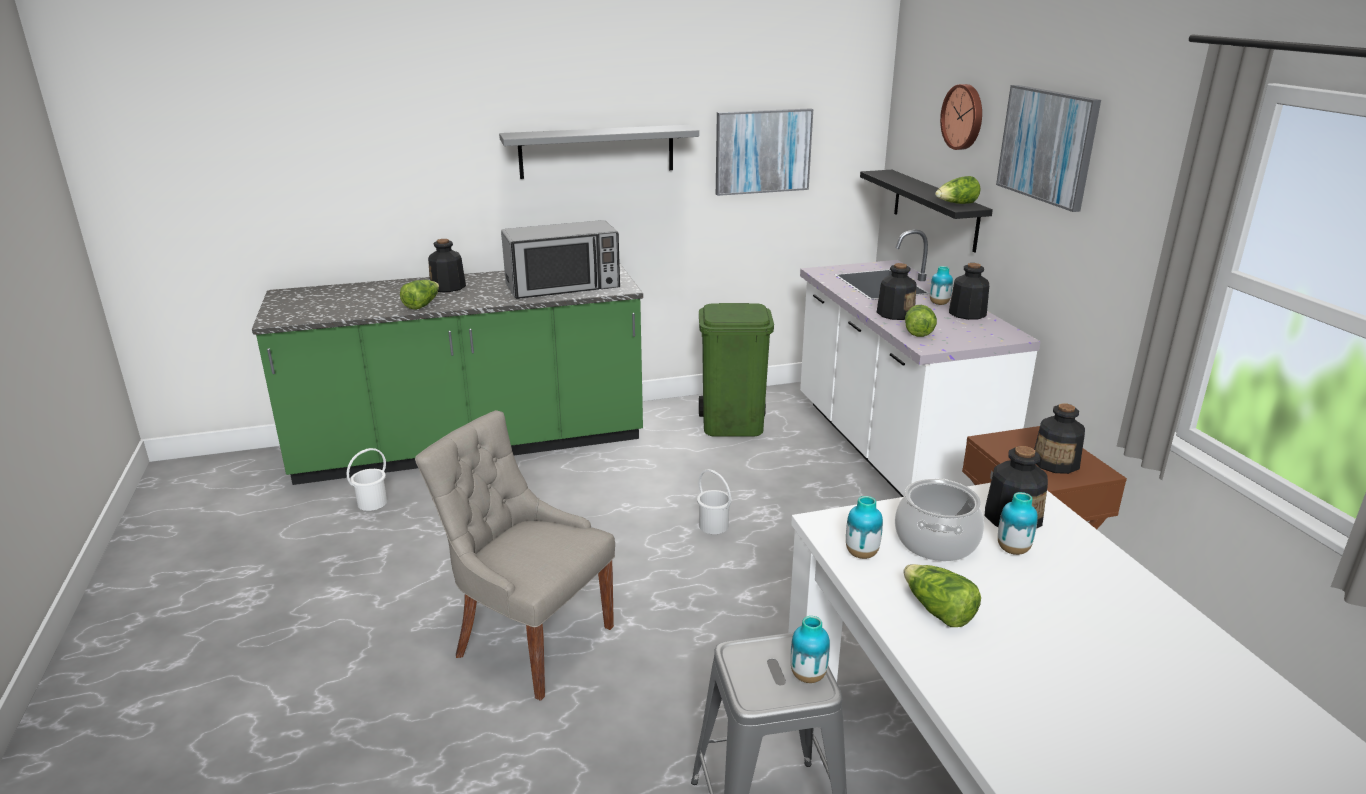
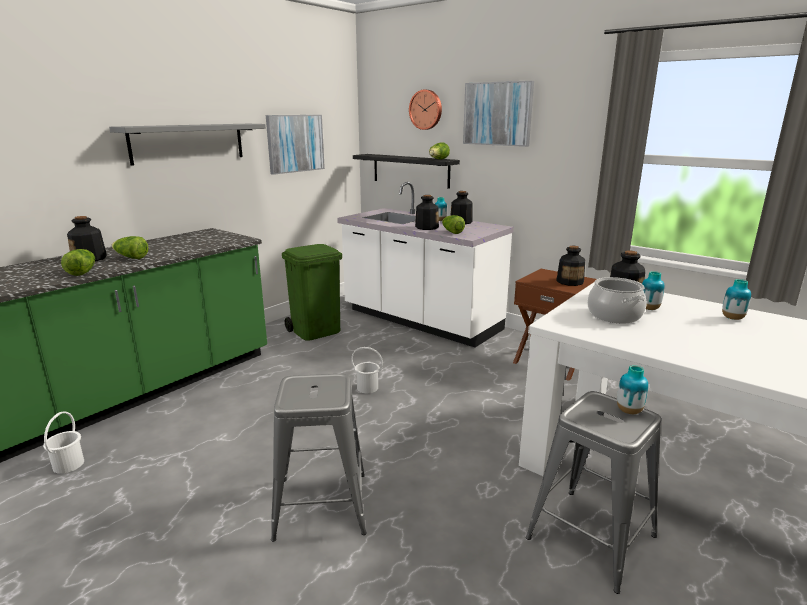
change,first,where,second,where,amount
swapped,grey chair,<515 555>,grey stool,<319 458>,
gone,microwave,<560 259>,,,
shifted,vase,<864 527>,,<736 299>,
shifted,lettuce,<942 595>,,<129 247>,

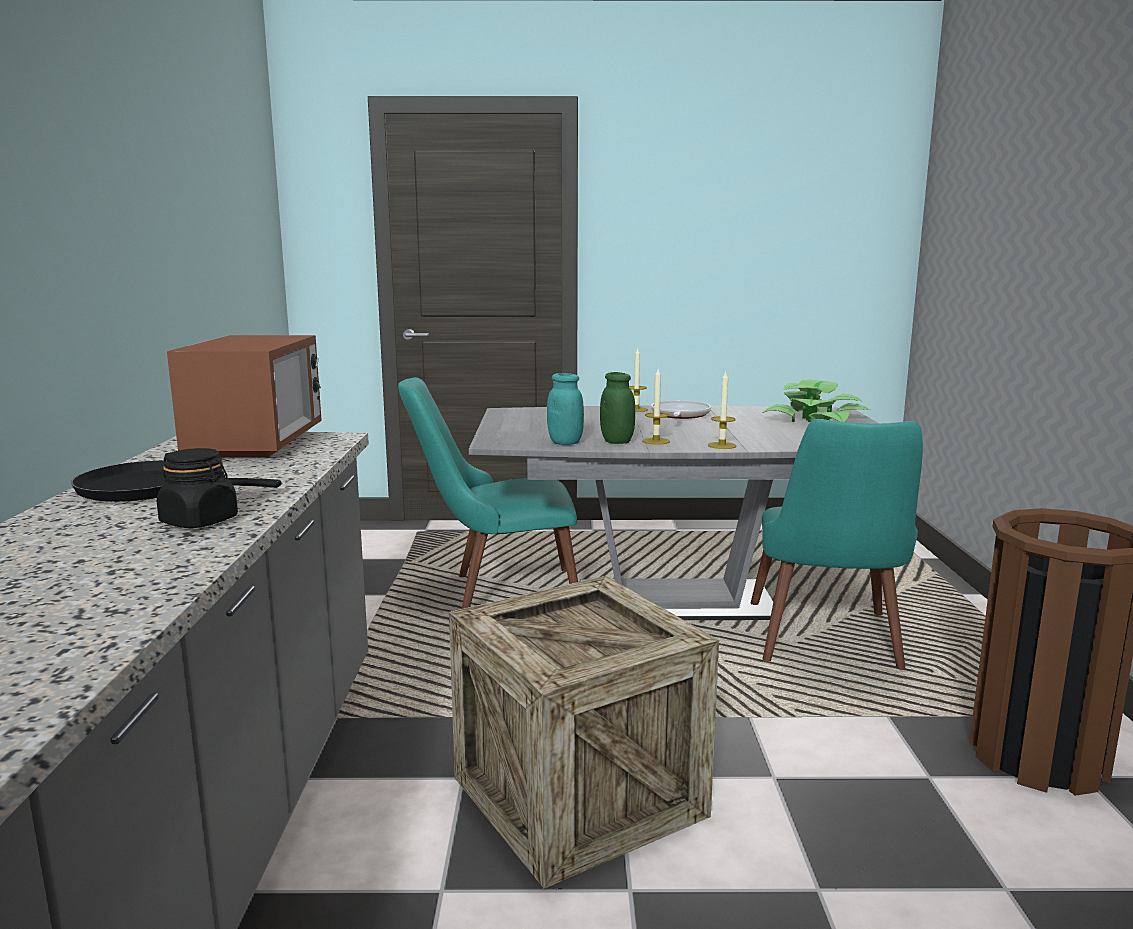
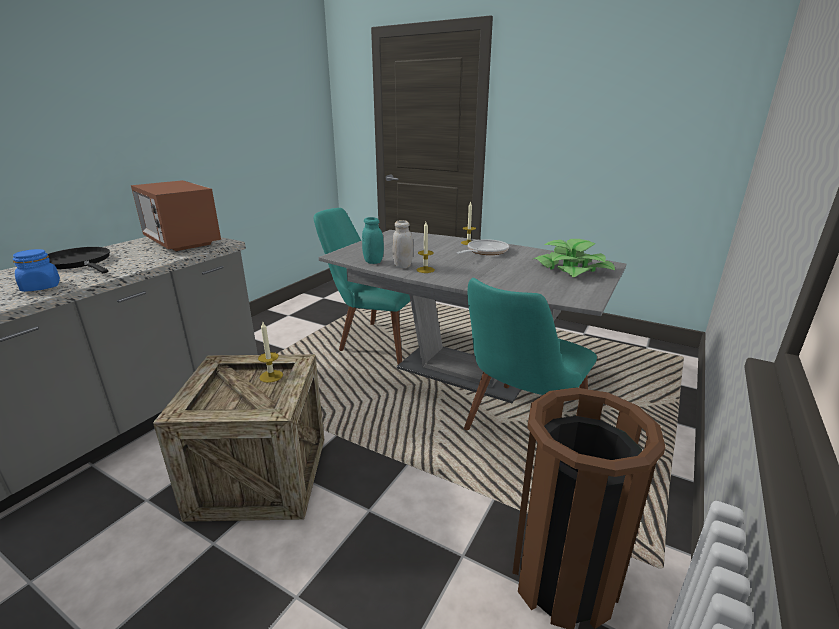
change,first,where,second,where,amount
repainted,black jar,<197 488>,blue jar,<36 270>,
rotated,microwave,<244 396>,,<176 215>,105 degrees clockwise
repainted,green jar,<617 408>,white jar,<402 244>,
shifted,candle,<722 409>,,<270 352>,

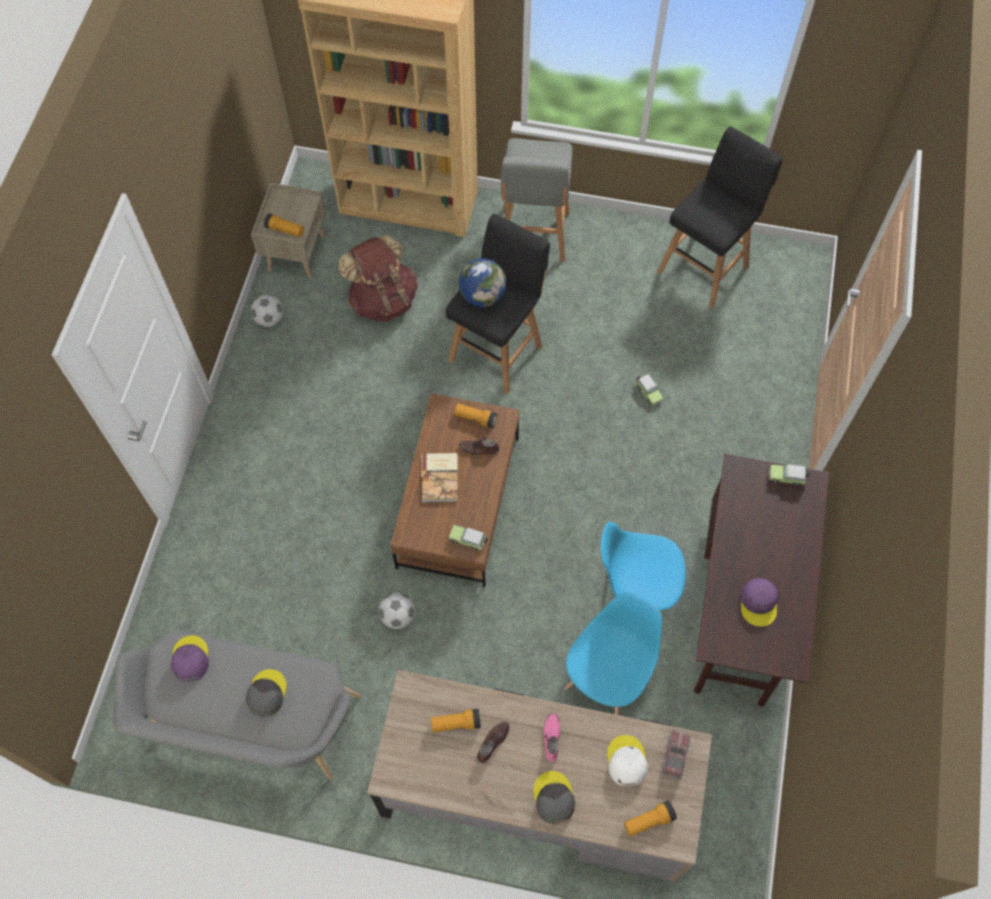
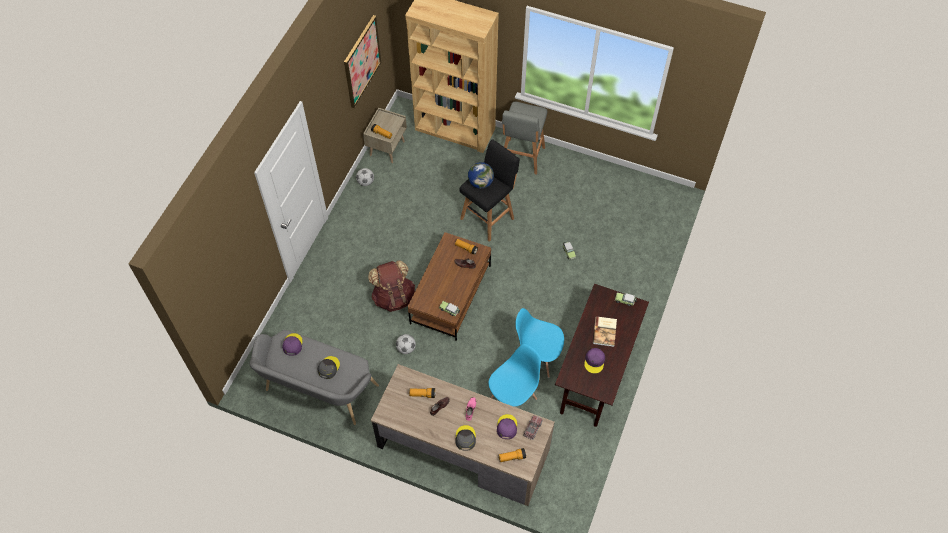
change,first,where,second,where,amount
shifted,brown backpack,<378 278>,,<391 286>,
shifted,book,<439 477>,,<605 331>,
repainted,white cap,<627 760>,purple cap,<507 426>,
gone,black stool,<720 217>,,,
new,,,picture,<363 61>,

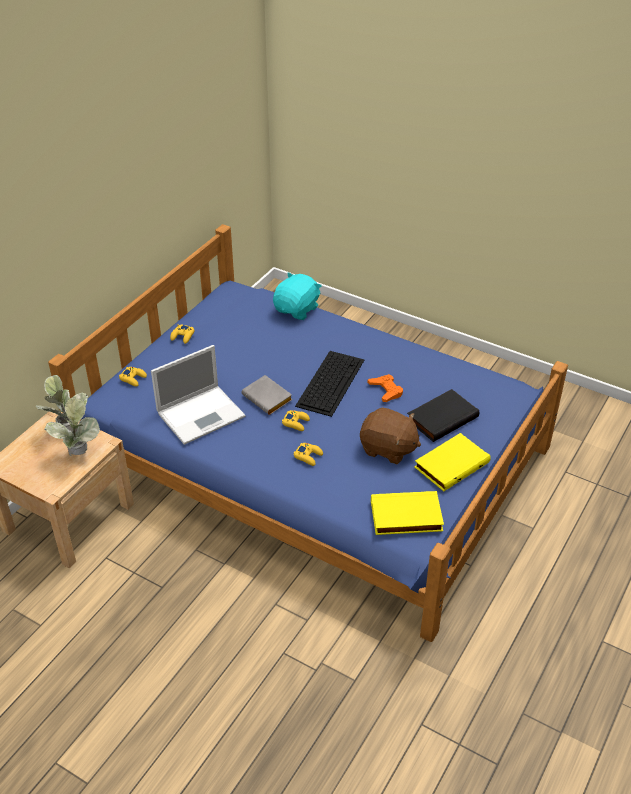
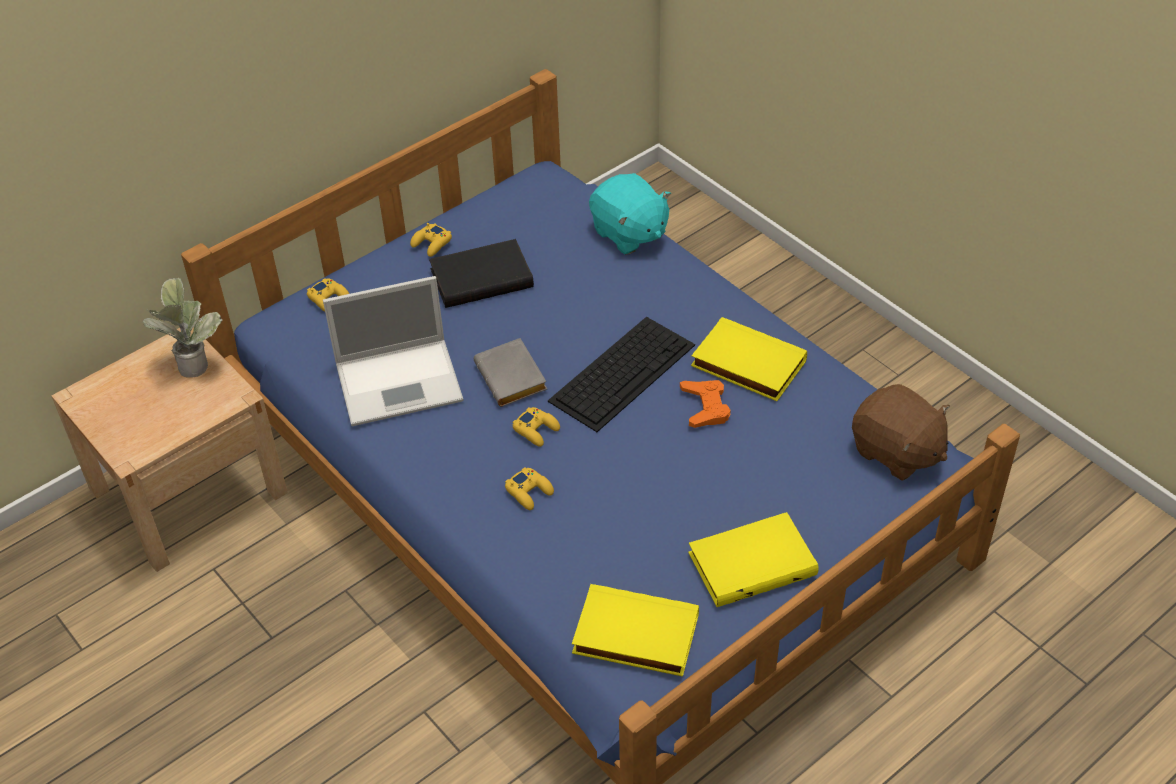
change,first,where,second,where,amount
gone,potted plant,<72 426>,,,
rotated,turquoise plush toy,<297 296>,,<630 214>,90 degrees clockwise
shifted,brown plush toy,<390 435>,,<901 432>,
shifted,black book,<443 415>,,<481 273>,
new,,,yellow book,<749 359>,

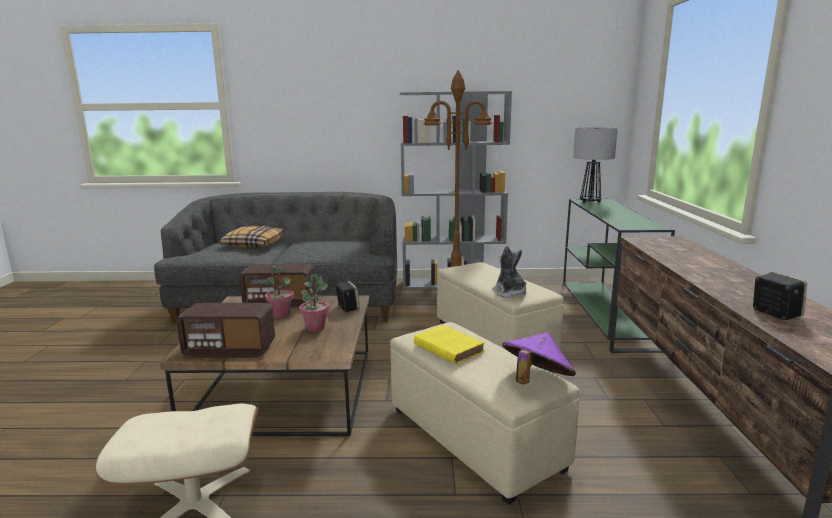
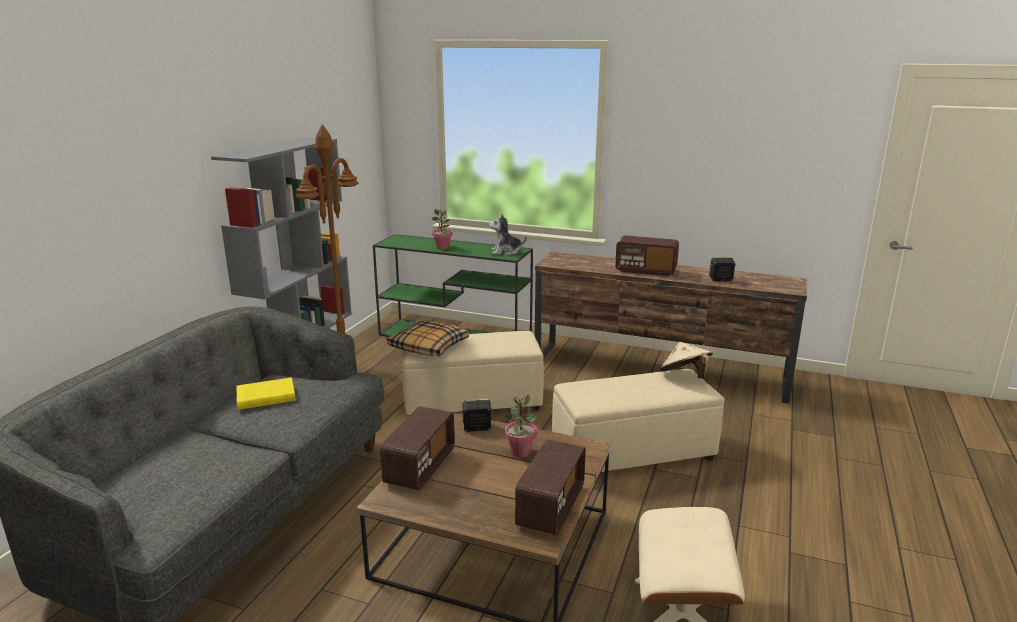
change,first,where,second,where,amount
shifted,pillow,<252 237>,,<428 338>,
shifted,potted plant,<279 291>,,<442 229>,
shifted,yellow book,<449 344>,,<266 393>,
shifted,plush toy,<509 272>,,<507 234>,
repainted,purple hat,<539 358>,beige hat,<686 360>,
gone,table lamp,<595 165>,,,
new,,,radio,<647 255>,

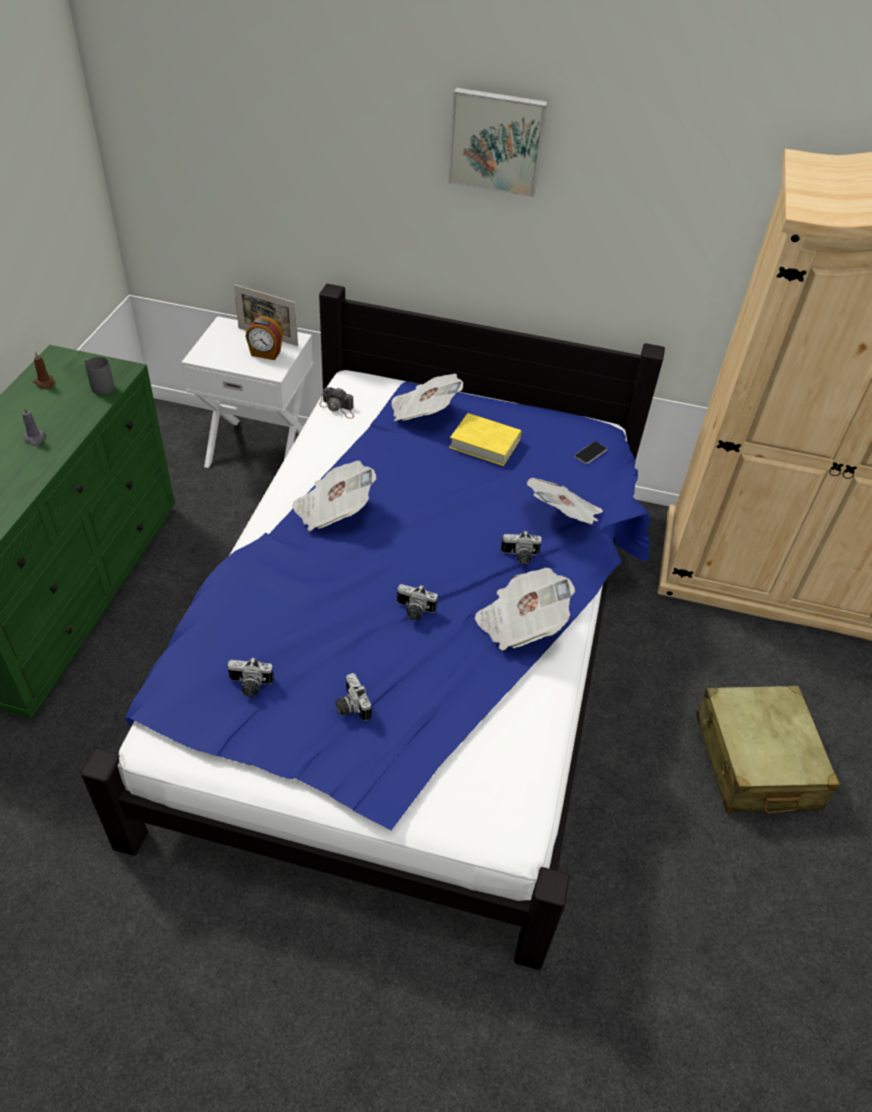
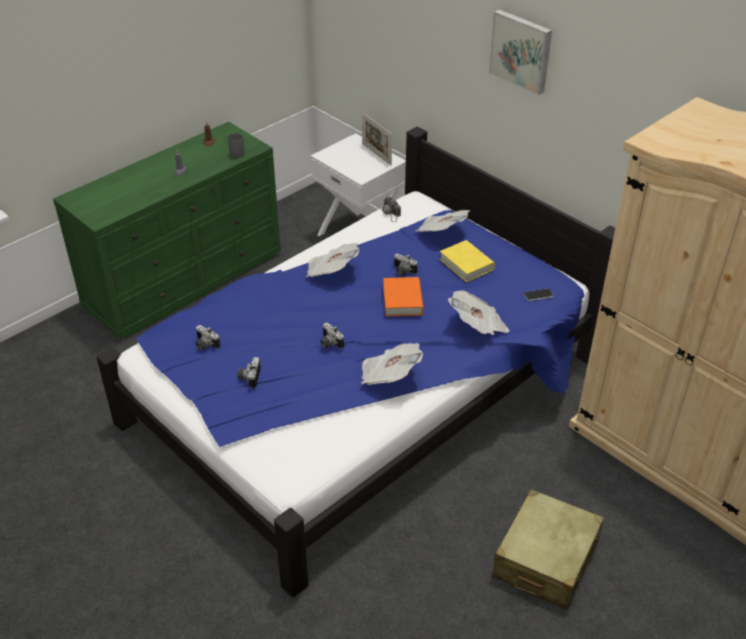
change,first,where,second,where,amount
gone,alarm clock,<264 338>,,,
shifted,photo camera,<521 547>,,<406 264>,
new,,,orange book,<403 296>,

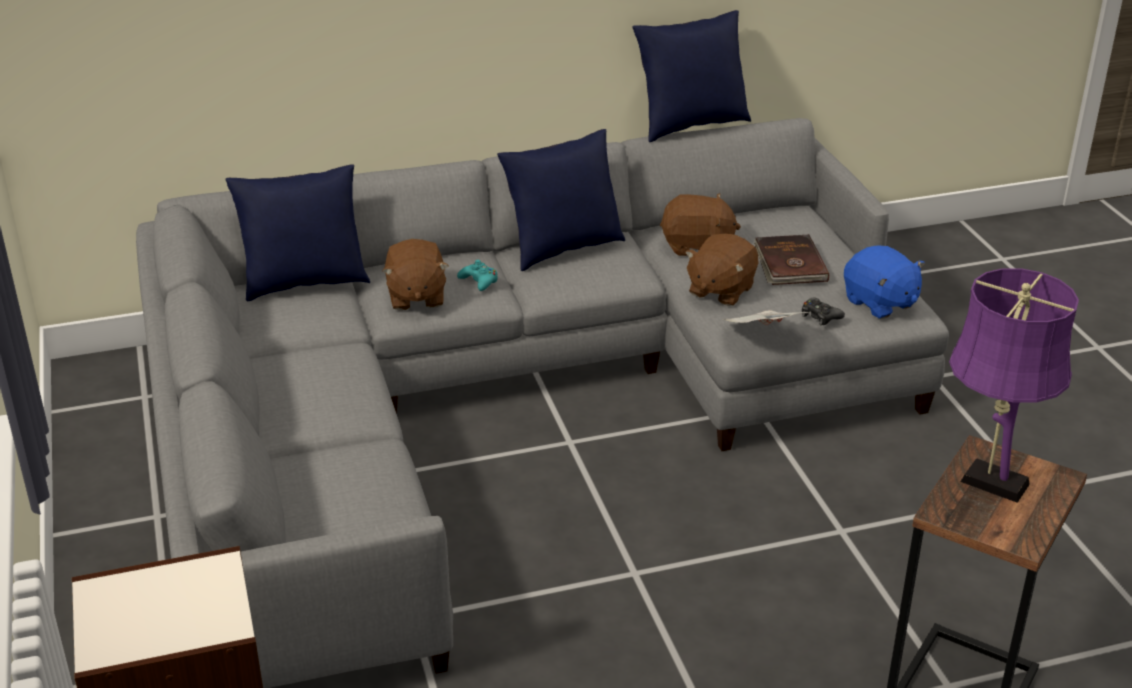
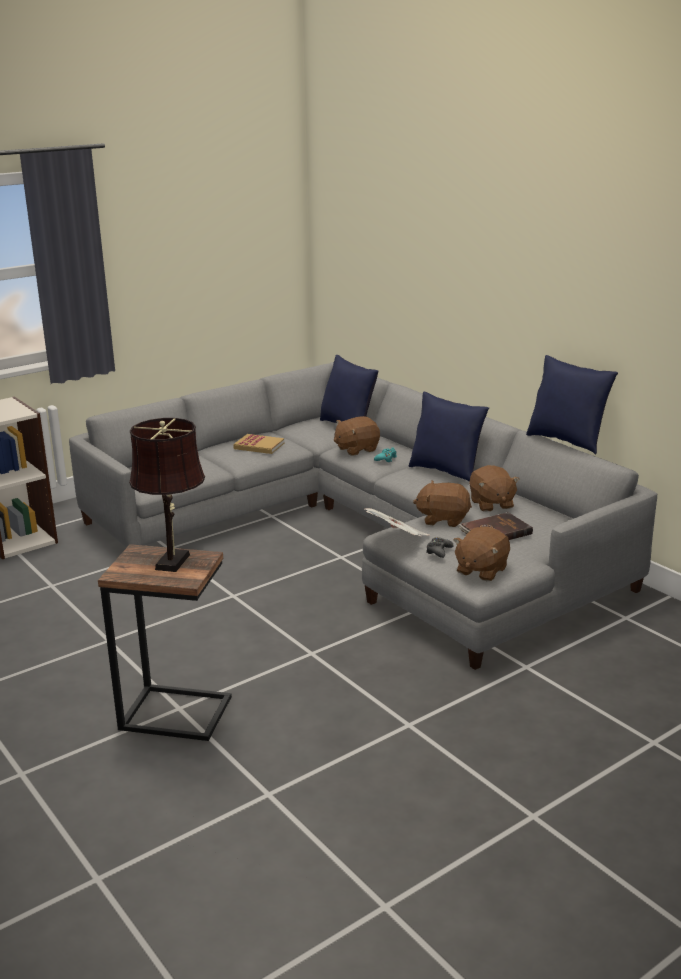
change,first,where,second,where,amount
repainted,blue plush toy,<884 282>,brown plush toy,<481 554>,
repainted,purple table lamp,<1014 385>,brown table lamp,<167 495>,
new,,,book,<258 444>,

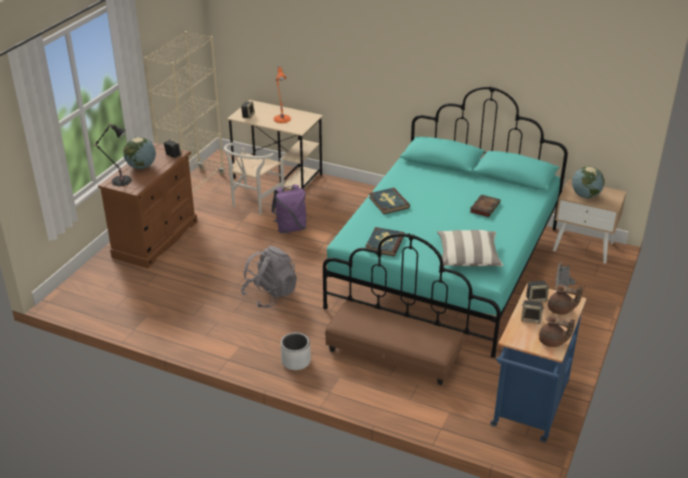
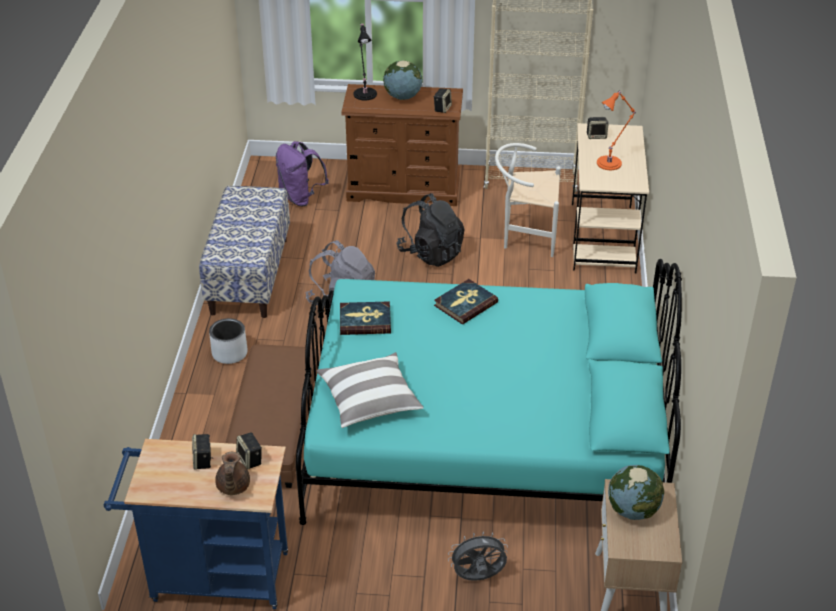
change,first,where,second,where,amount
shifted,purple backpack,<288 209>,,<302 173>,
gone,book,<485 205>,,,
gone,brown teapot,<557 331>,,,
new,,,bench,<244 252>,
new,,,black backpack,<431 230>,

